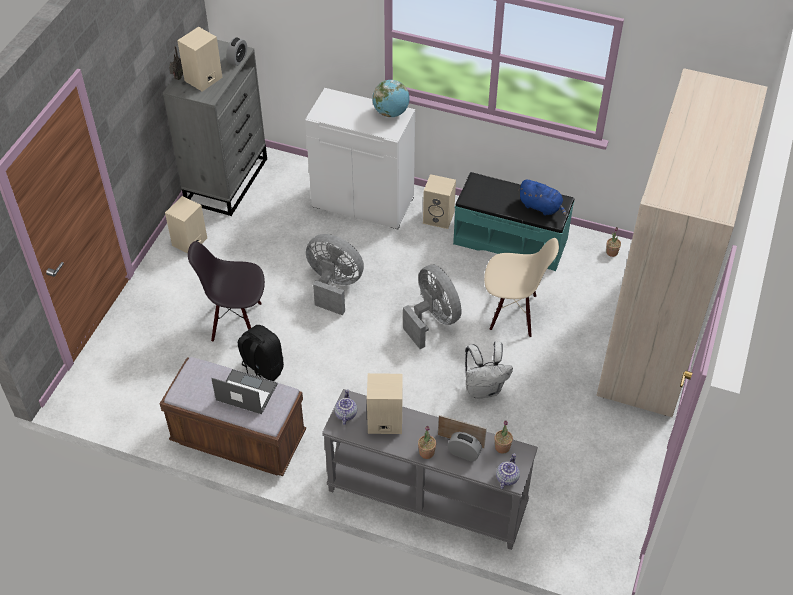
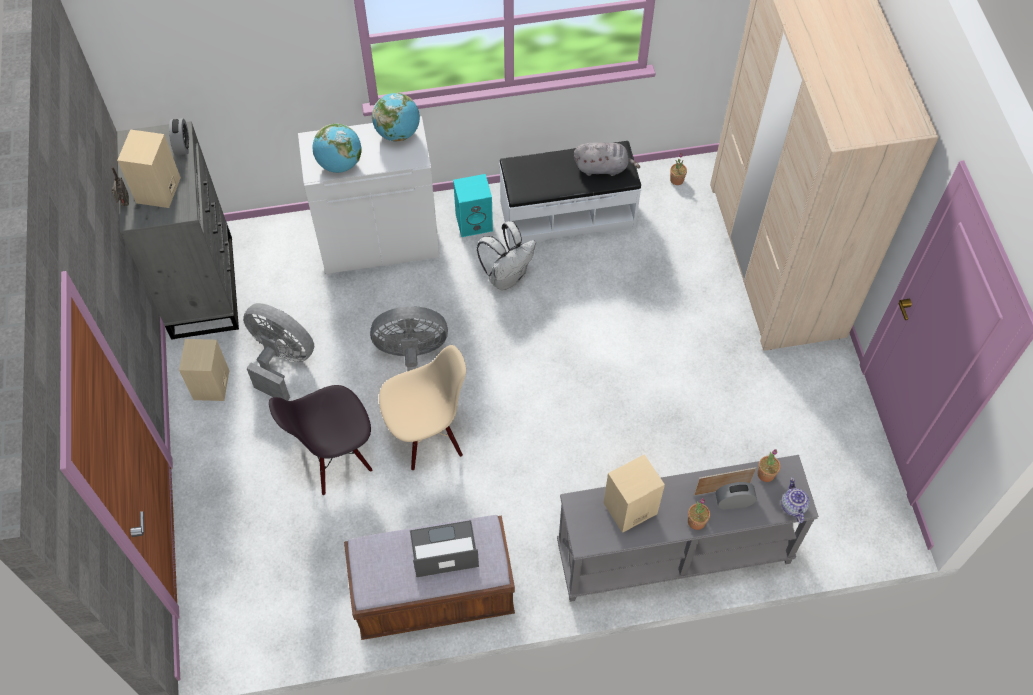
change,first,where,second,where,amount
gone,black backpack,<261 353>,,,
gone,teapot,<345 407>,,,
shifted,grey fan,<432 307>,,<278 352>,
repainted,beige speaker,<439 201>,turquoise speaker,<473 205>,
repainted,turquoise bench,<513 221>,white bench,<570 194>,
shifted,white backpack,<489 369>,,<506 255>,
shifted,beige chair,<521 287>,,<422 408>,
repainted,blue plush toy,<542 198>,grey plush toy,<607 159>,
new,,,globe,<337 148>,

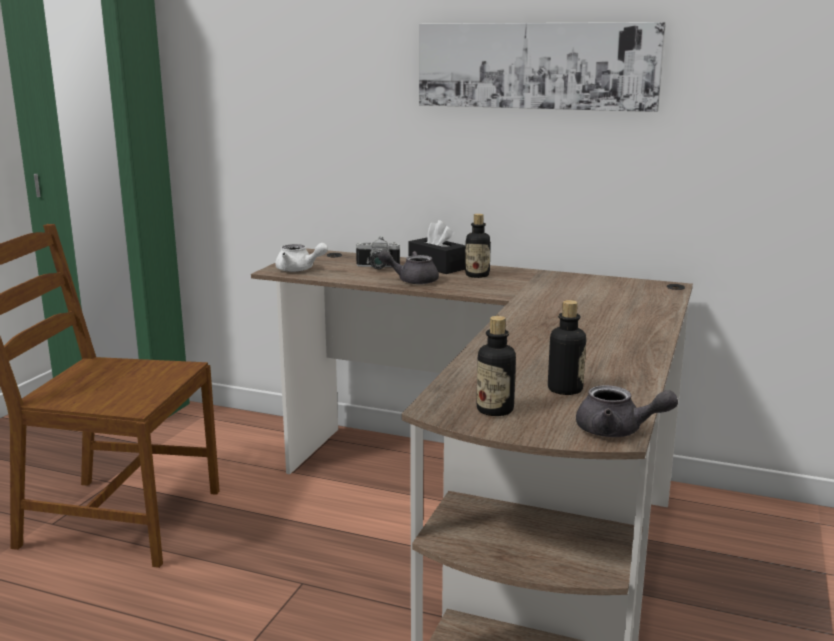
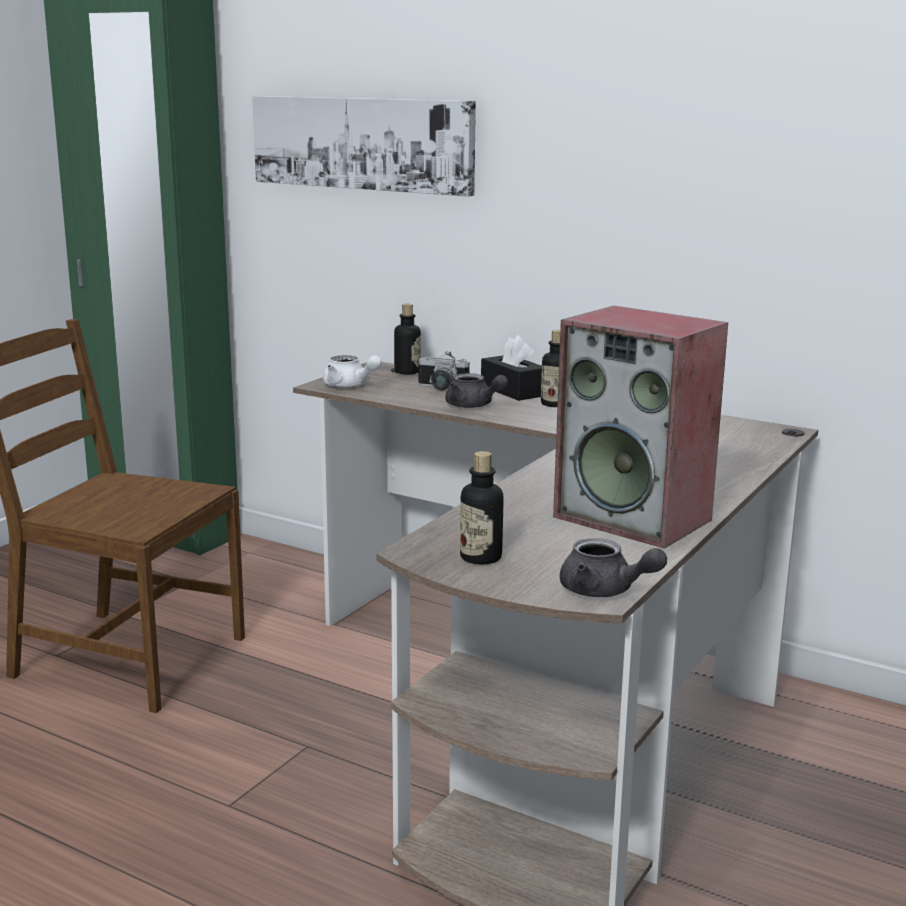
change,first,where,second,where,amount
rotated,grey teapot,<408 267>,,<476 390>,150 degrees counterclockwise
shifted,picture,<542 67>,,<364 146>,
shifted,bottle,<567 347>,,<407 339>,
new,,,speaker,<640 427>,

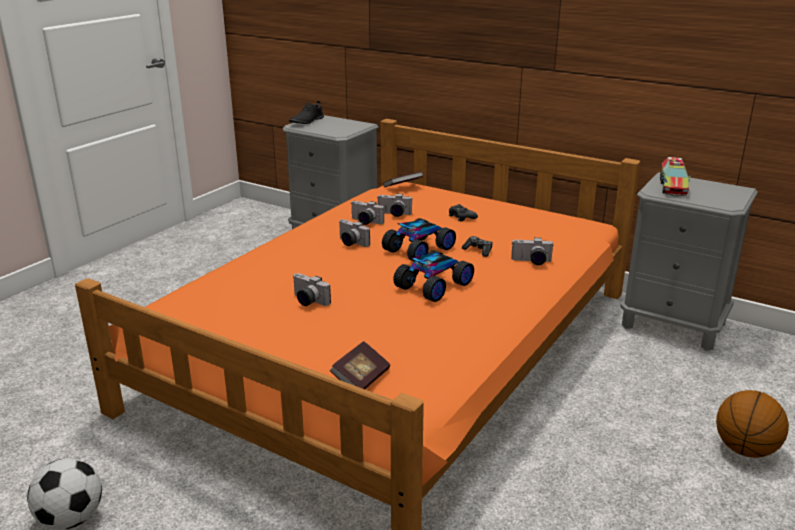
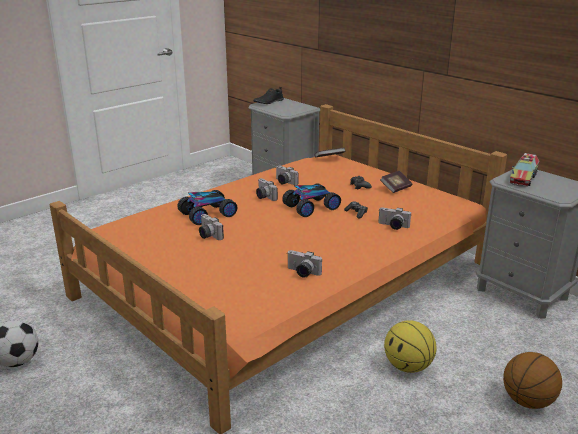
change,first,where,second,where,amount
shifted,book,<360 365>,,<396 182>,
shifted,photo camera,<394 205>,,<305 264>,
shifted,toy car,<433 276>,,<207 207>,
new,,,basketball,<410 346>,

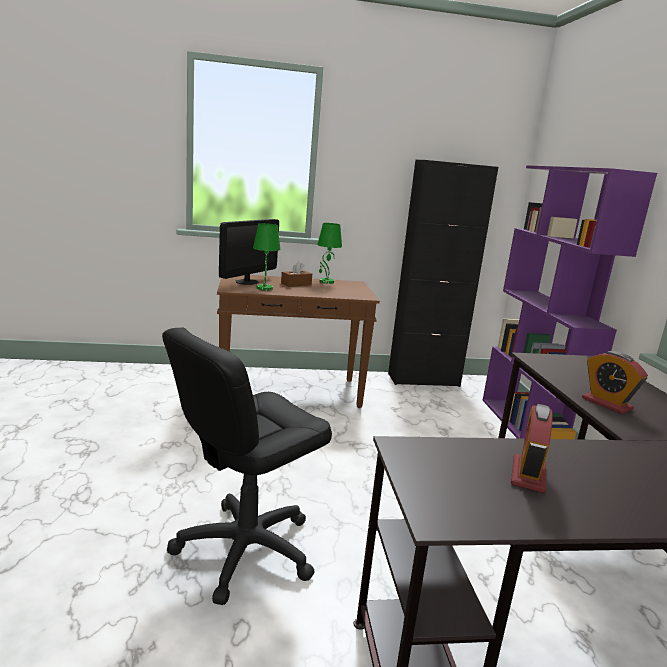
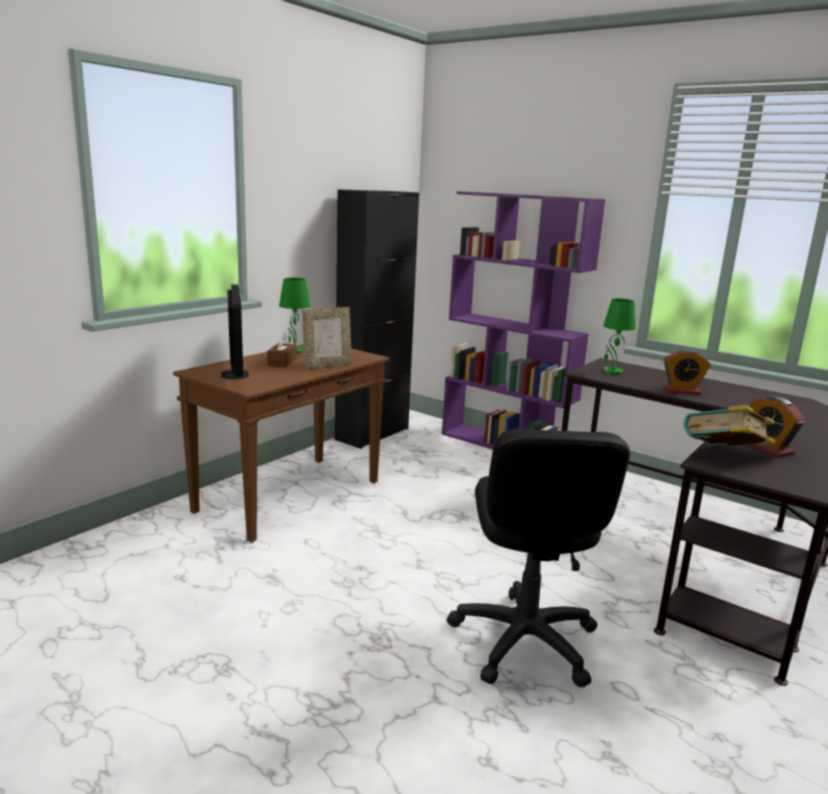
change,first,where,second,where,amount
shifted,green table lamp,<267 257>,,<619 336>,
new,,,picture frame,<327 338>,
new,,,book,<729 426>,

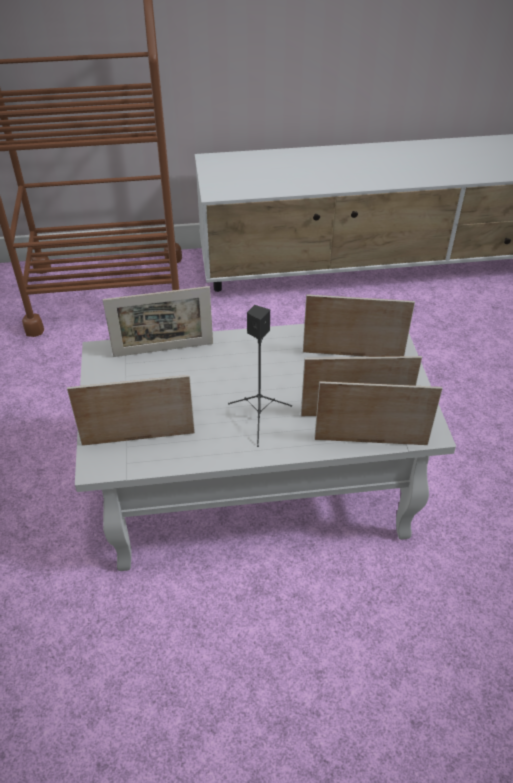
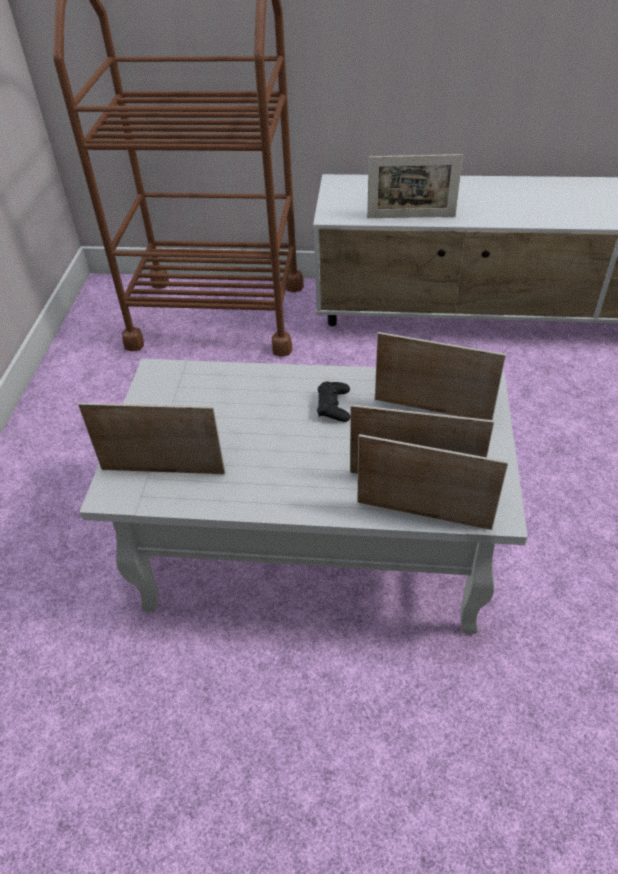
change,first,where,second,where,amount
shifted,picture frame,<158 321>,,<415 186>,
gone,black speaker,<260 376>,,,
new,,,black game controller,<333 401>,

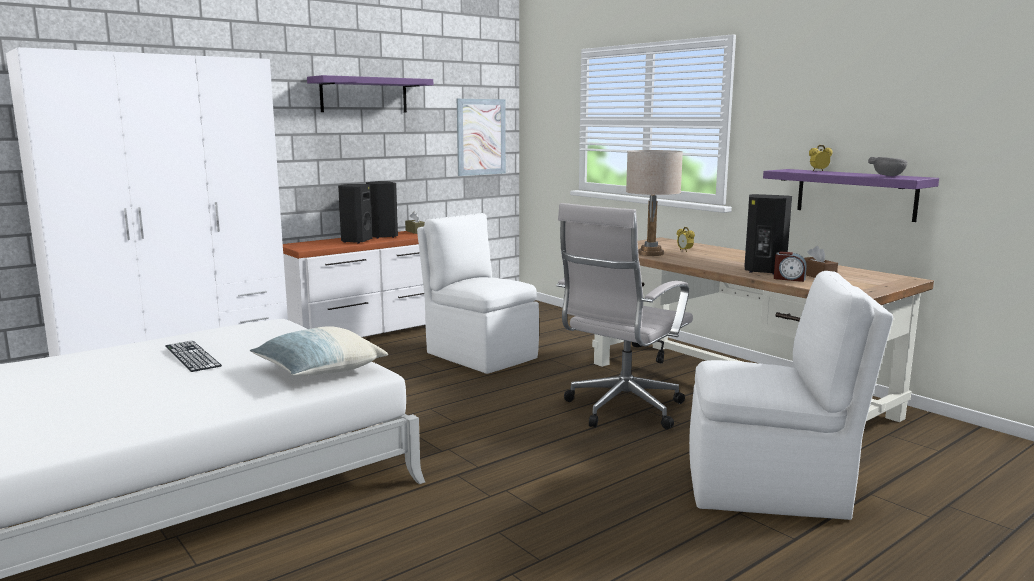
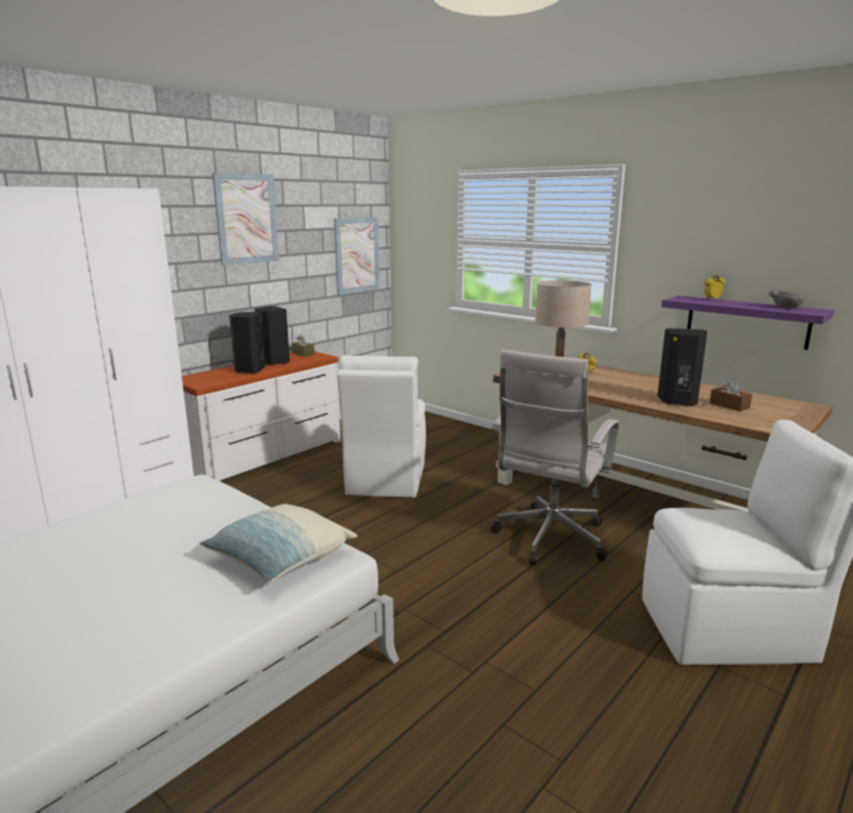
change,first,where,second,where,amount
gone,keyboard,<193 356>,,,
swapped,purple shelf,<370 93>,picture,<245 218>,
rotated,white chair,<478 293>,,<381 426>,120 degrees counterclockwise
gone,alarm clock,<790 266>,,,

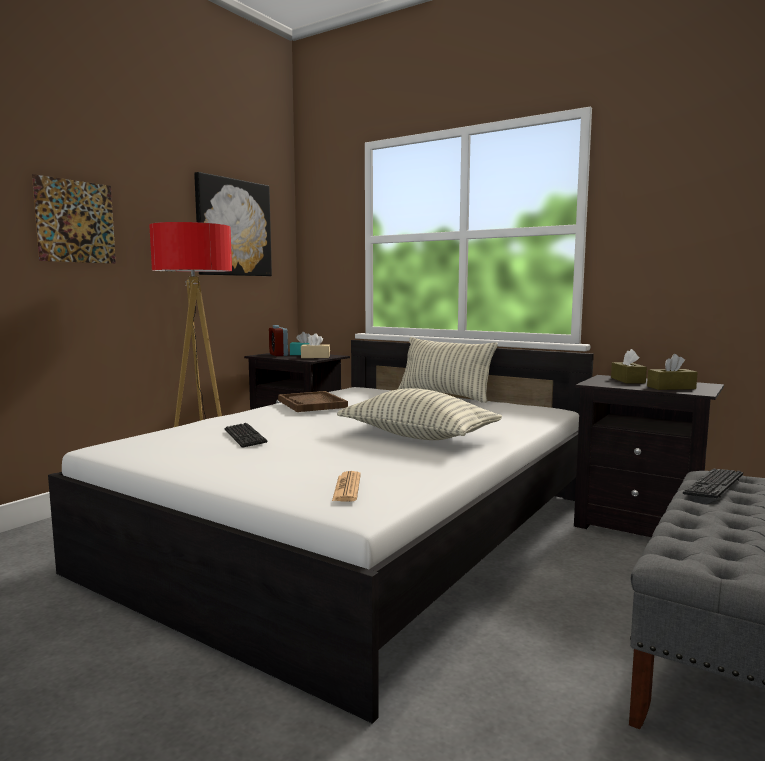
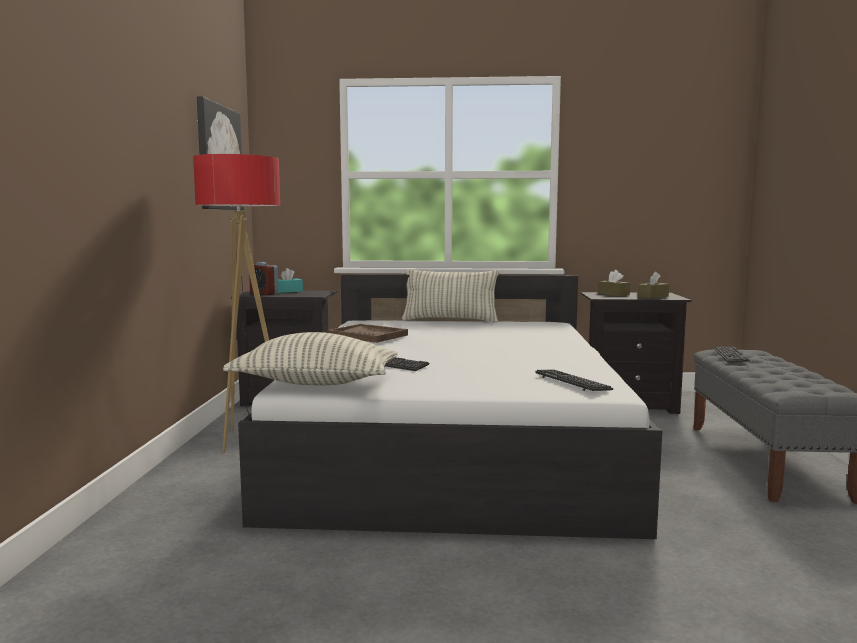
change,first,where,second,where,amount
gone,picture,<74 219>,,,
gone,beige tissue box,<315 345>,,,
swapped,newspaper,<346 486>,keyboard,<574 380>,
shifted,pillow,<419 414>,,<310 358>,

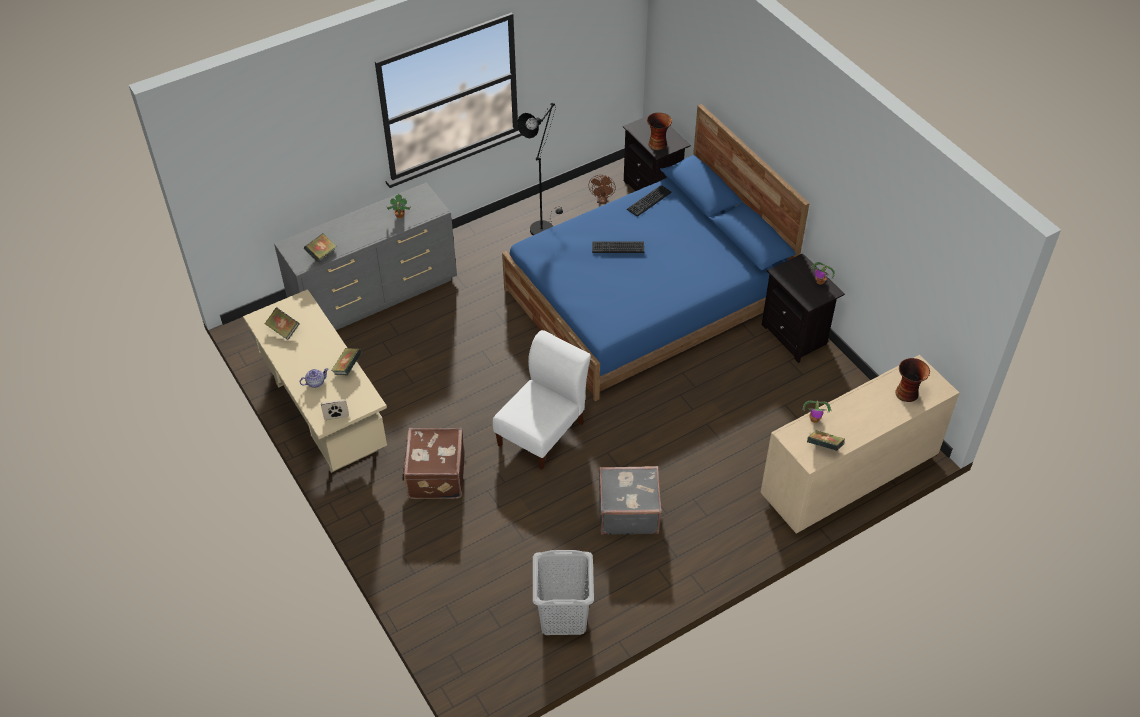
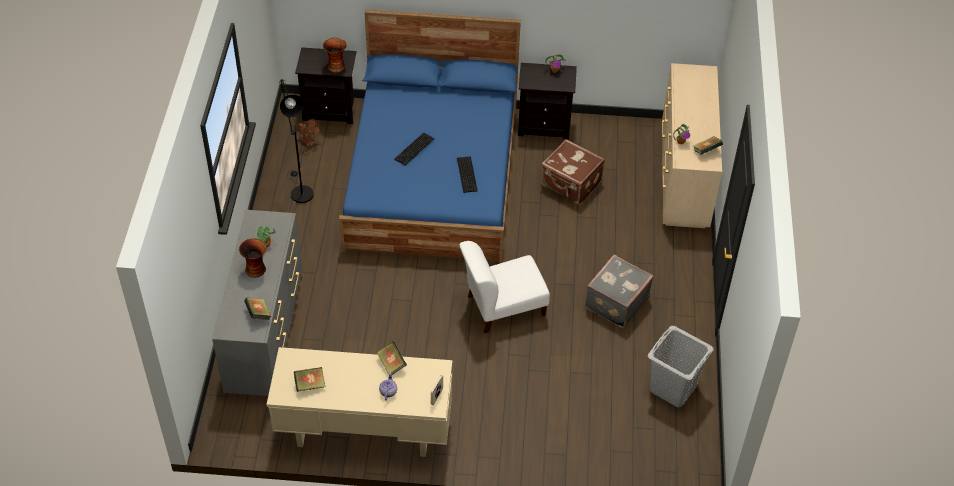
change,first,where,second,where,amount
shifted,brown suitcase,<433 463>,,<573 172>,
rotated,white chair,<542 400>,,<504 287>,90 degrees counterclockwise
shifted,keyboard,<649 201>,,<467 174>,
shifted,vase,<912 380>,,<252 258>,

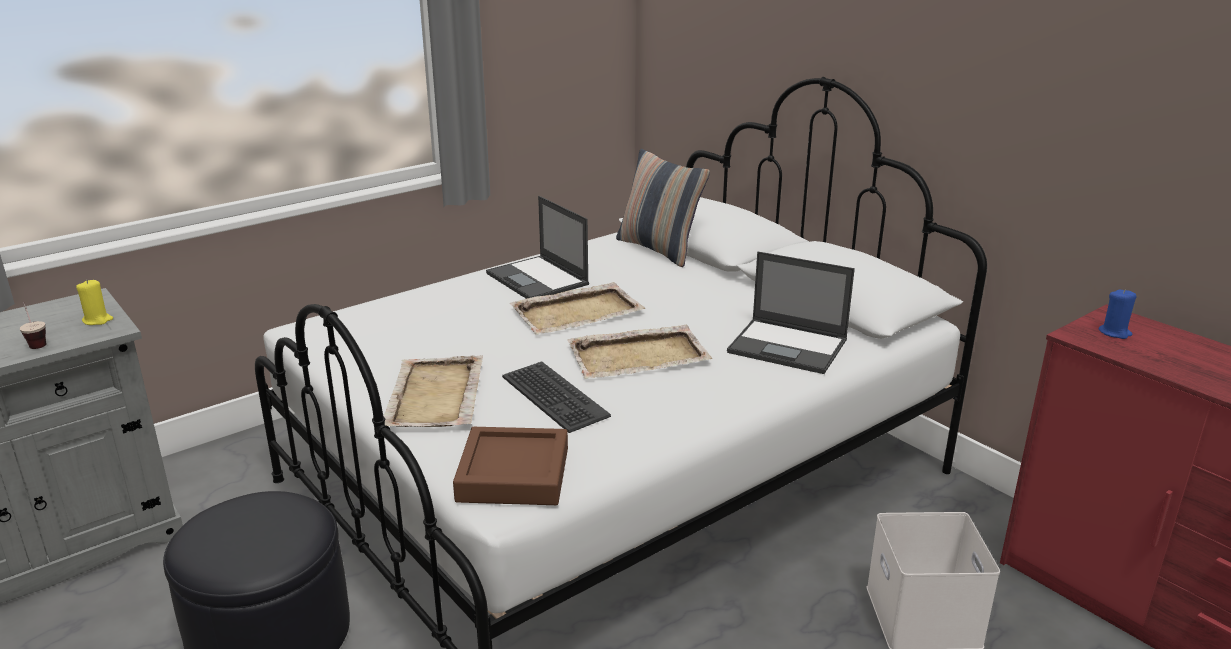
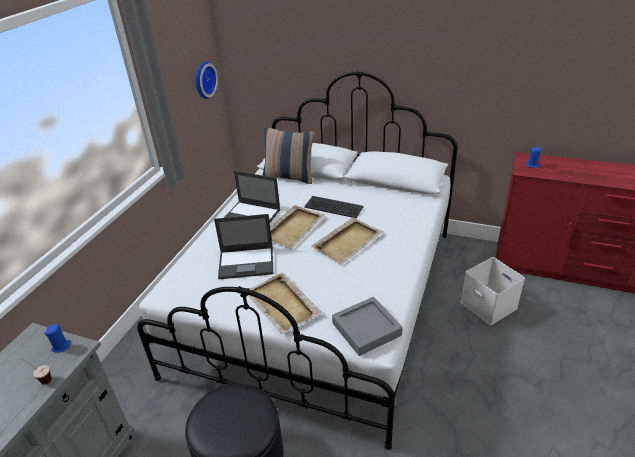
change,first,where,second,where,amount
repainted,yellow candle,<94 302>,blue candle,<58 338>,
repainted,brown tray,<510 466>,grey tray,<367 326>,
shifted,keyboard,<556 397>,,<334 207>,
shifted,laptop,<791 313>,,<243 246>,
new,,,wall clock,<206 80>,

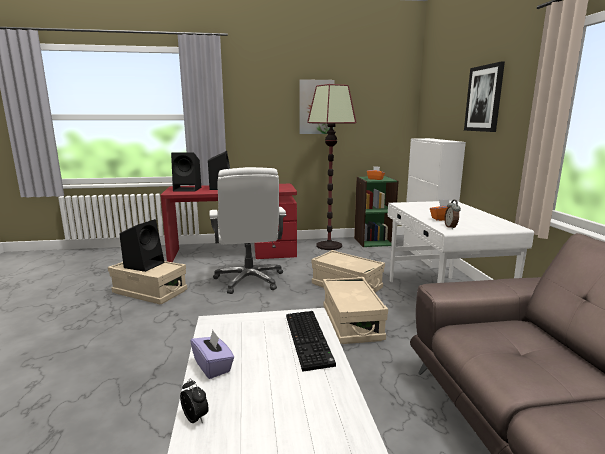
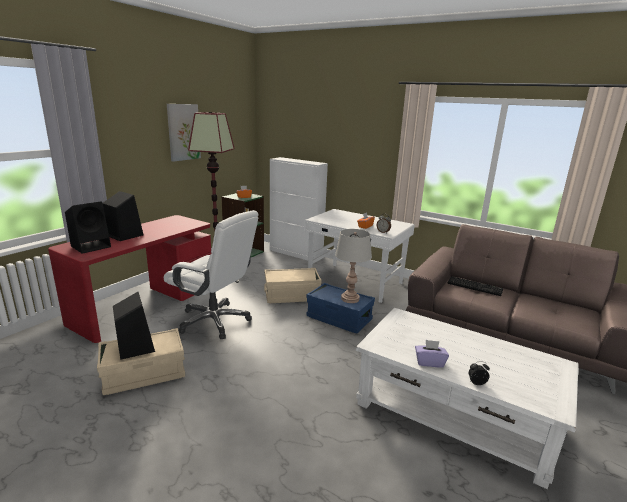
change,first,where,second,where,amount
shifted,keyboard,<311 341>,,<475 286>,
repainted,beige storage box,<355 310>,blue storage box,<340 308>,
gone,picture,<484 97>,,,
new,,,grey table lamp,<353 266>,

